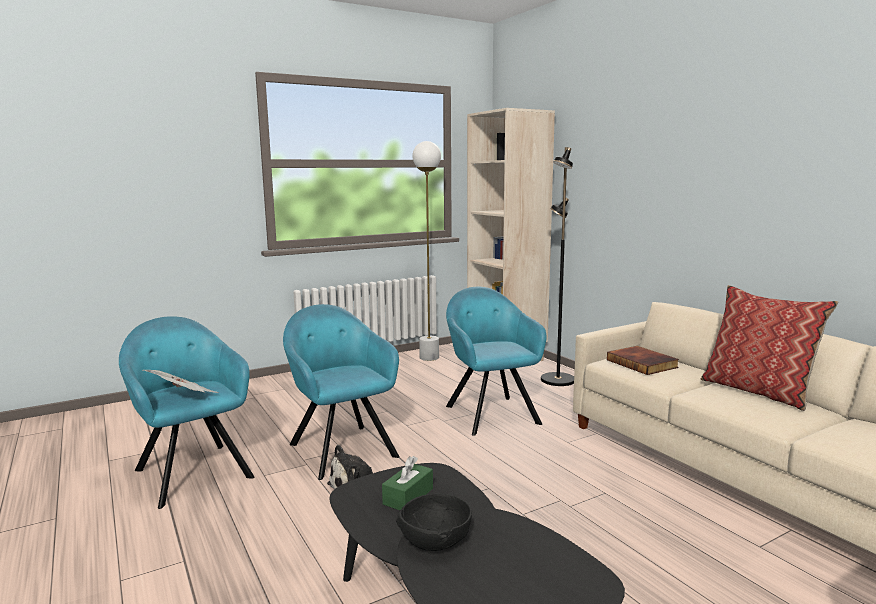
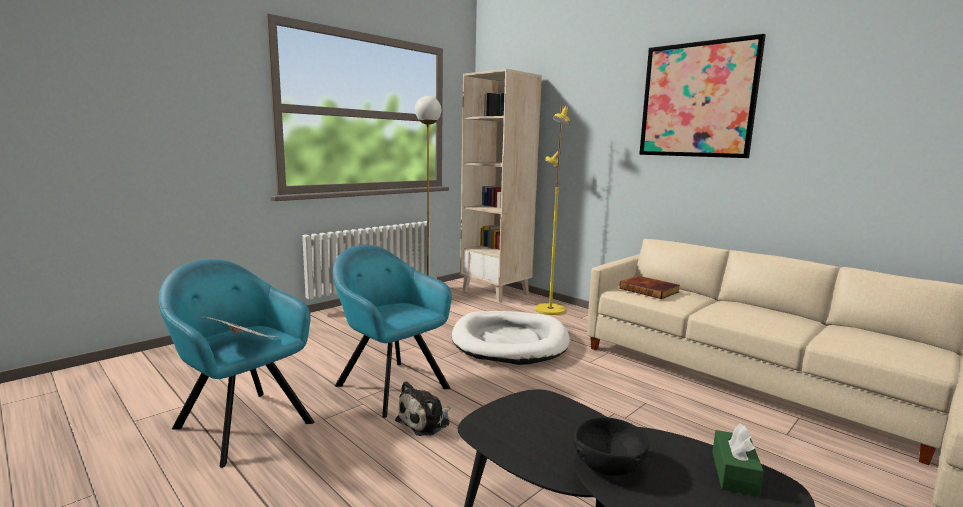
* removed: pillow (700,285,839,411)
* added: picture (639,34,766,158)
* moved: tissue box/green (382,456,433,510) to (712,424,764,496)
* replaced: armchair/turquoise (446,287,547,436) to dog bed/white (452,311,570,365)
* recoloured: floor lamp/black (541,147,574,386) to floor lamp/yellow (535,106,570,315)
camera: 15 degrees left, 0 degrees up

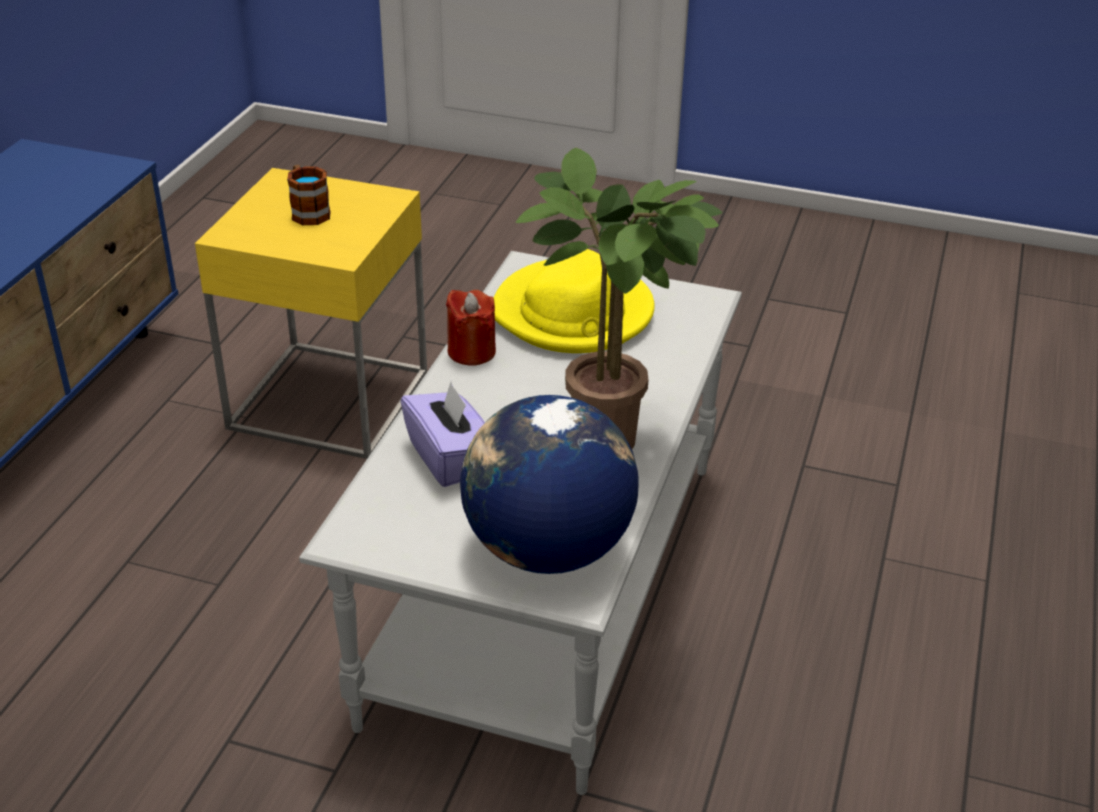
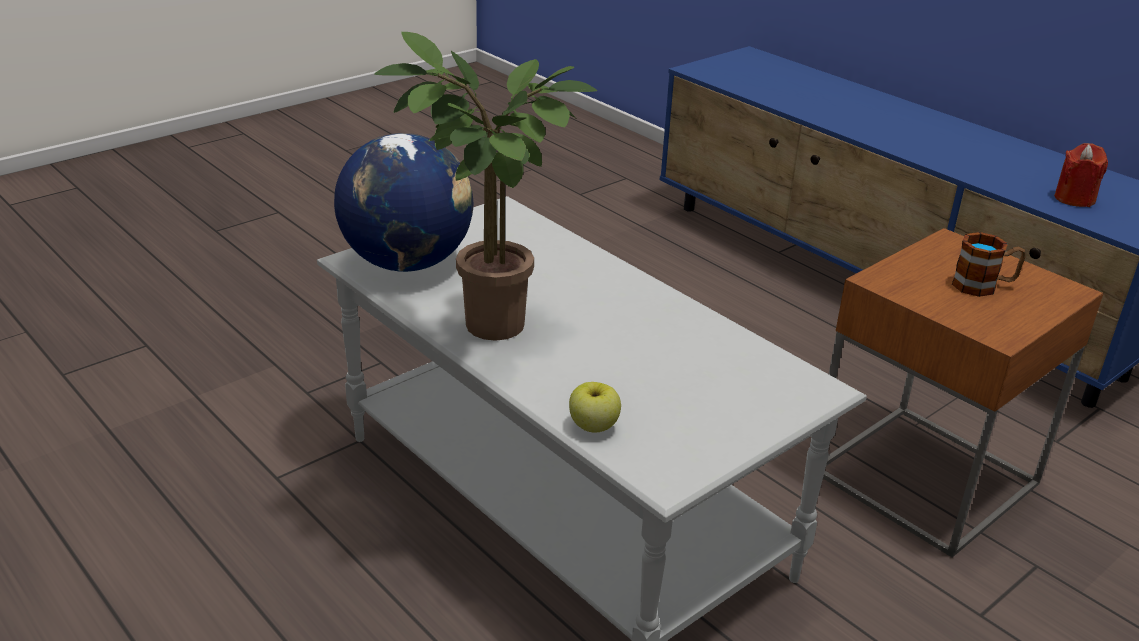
* removed: tissue box/purple (401,382,485,487)
* removed: hat/yellow (493,249,655,353)
* added: apple (569,382,621,433)
* moved: candle/red (446,290,496,365) to (1054,143,1108,207)
* recoloured: side table/yellow (195,168,427,459) to side table/brown (823,228,1103,558)
camera: 120 degrees right, 5 degrees down

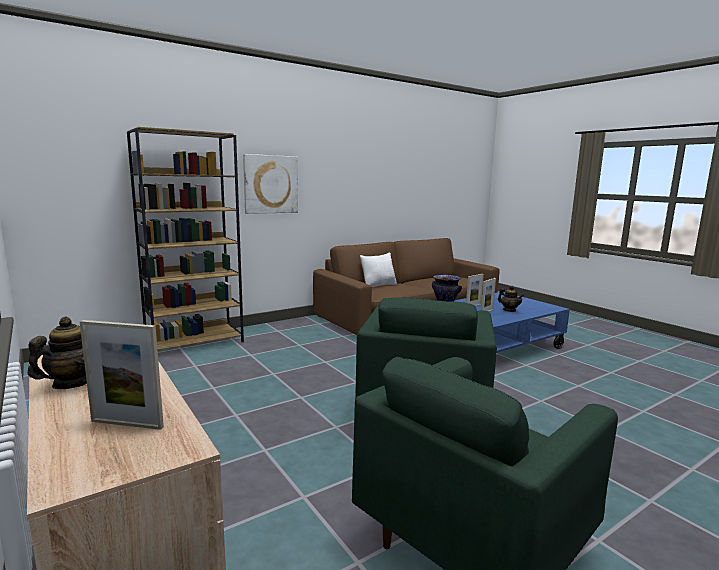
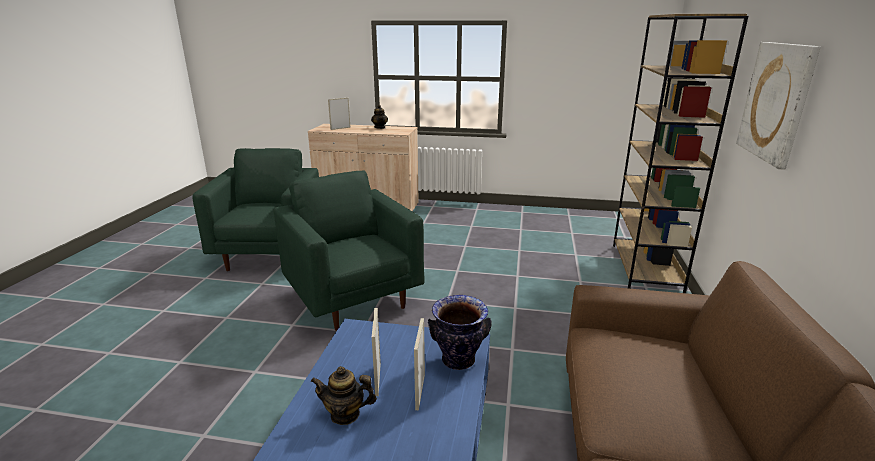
* removed: pillow/white (360,252,397,287)
camera: 135 degrees right, 10 degrees up

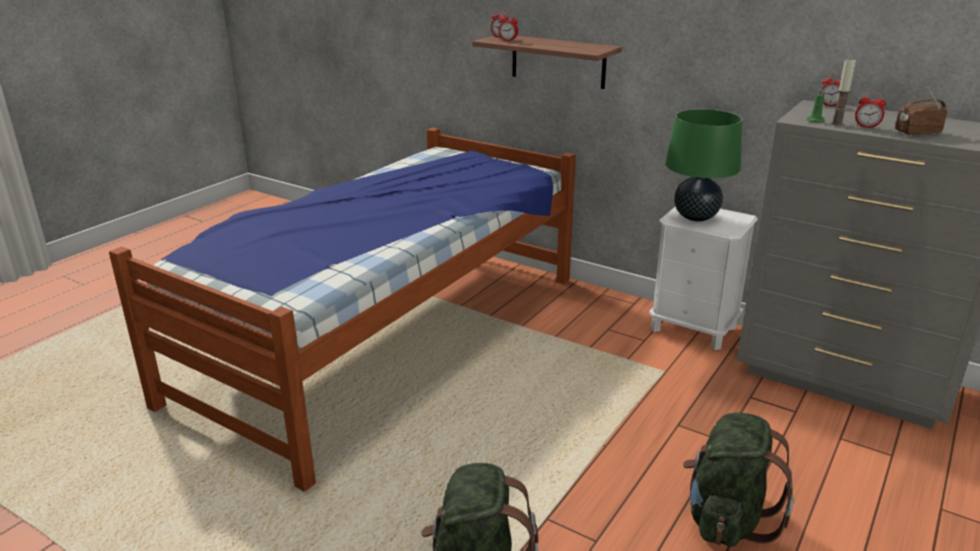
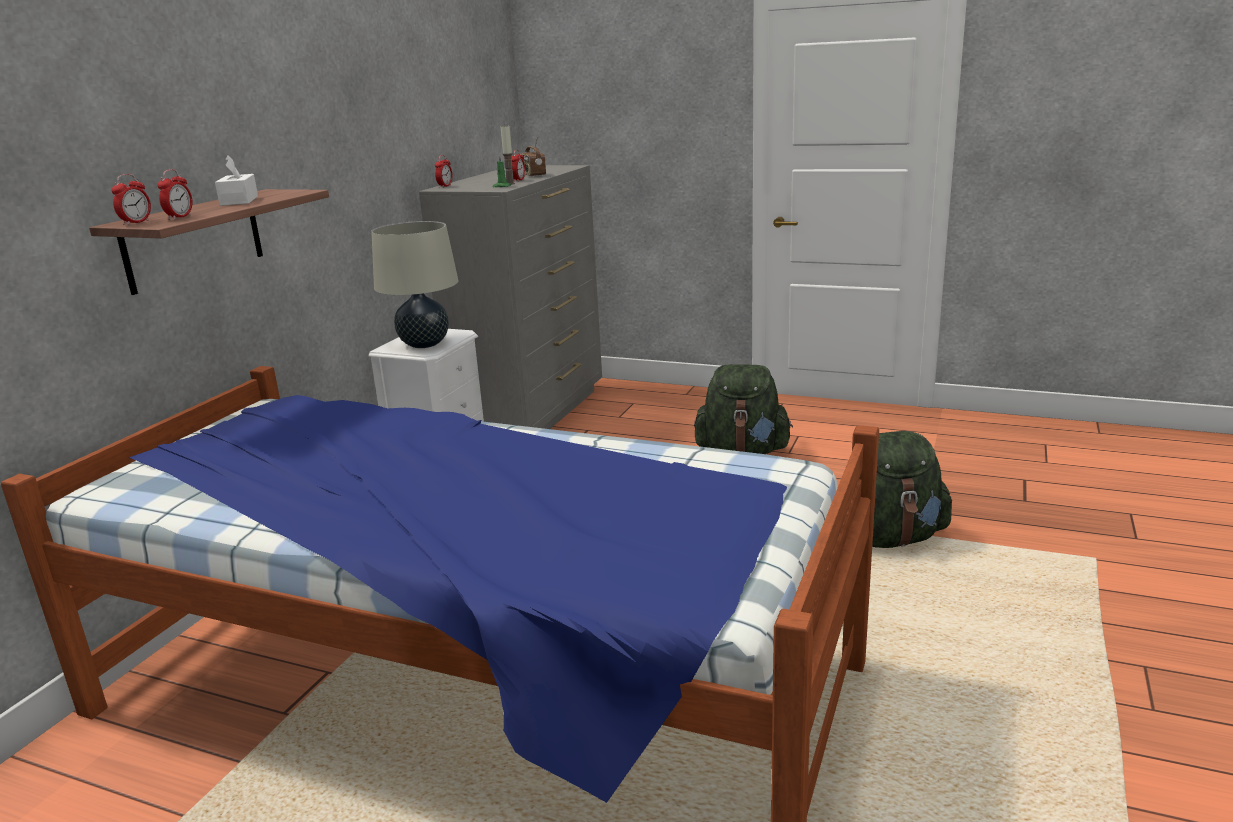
* added: tissue box/white (215,155,258,206)
* recoloured: table lamp/green (665,109,743,221) to table lamp/beige (371,221,458,348)
camera: 100 degrees left, 5 degrees down

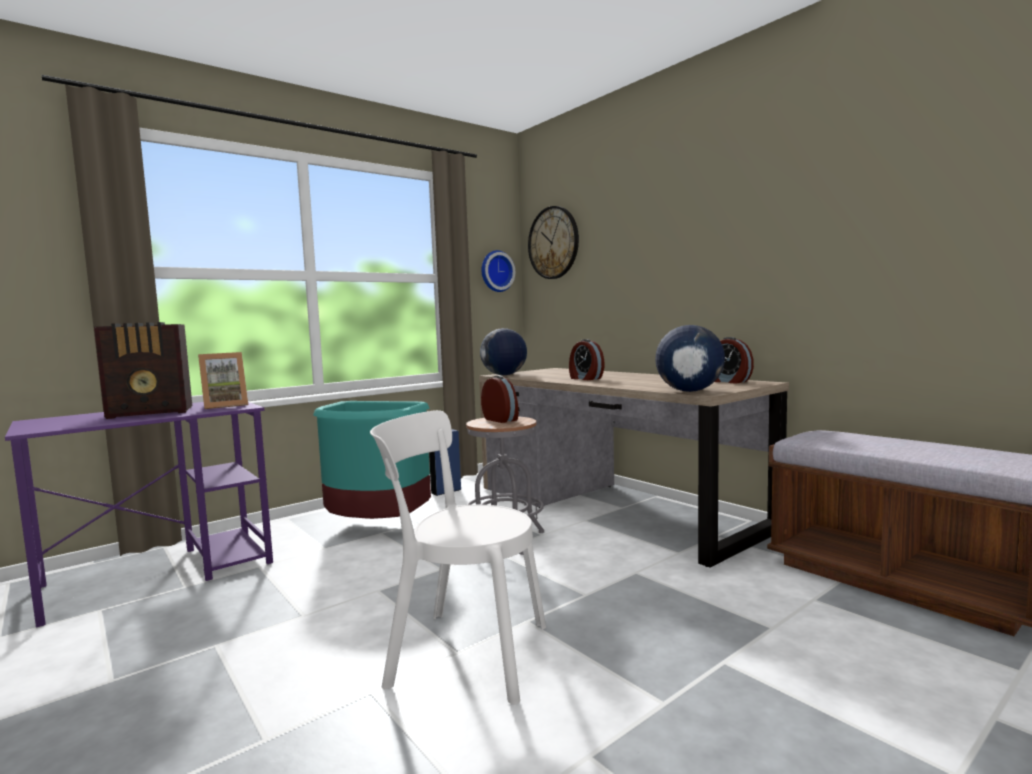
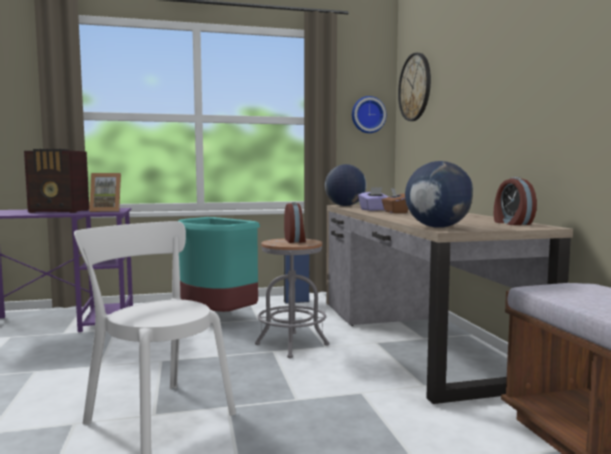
* added: tissue box/purple (358,187,389,211)
* replaced: alarm clock (569,339,605,380) to tissue box/brown (382,188,408,213)
camera: 25 degrees right, 0 degrees up

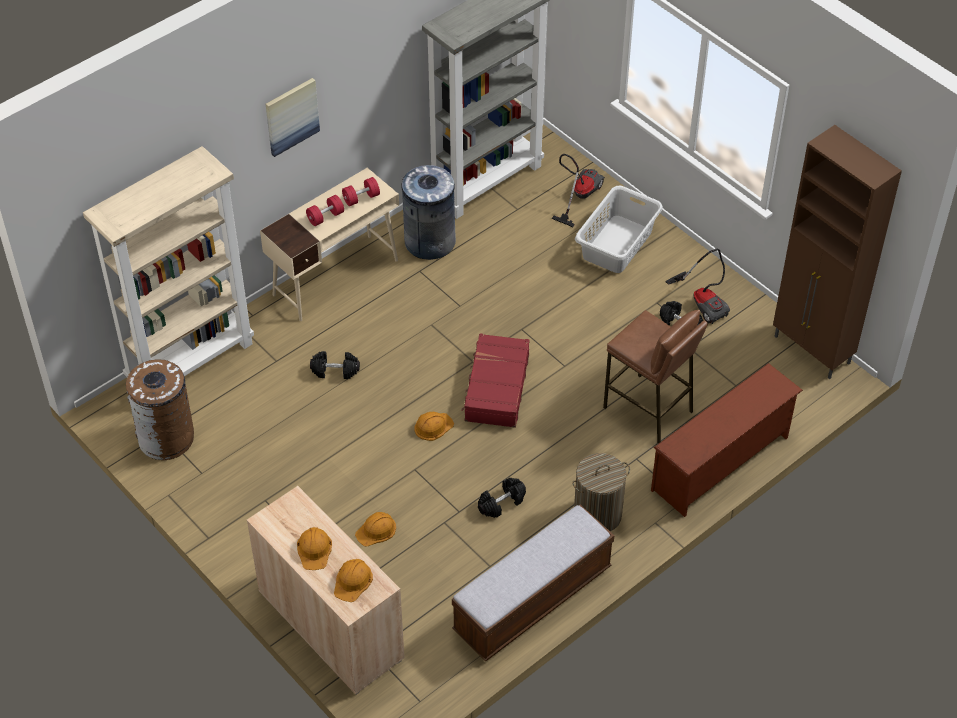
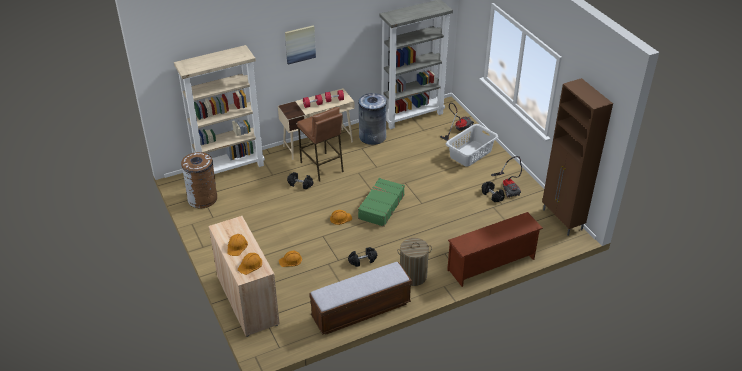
* moved: stool/brown (603,310,708,444) to (297,107,344,182)
* recoloured: suitcase/red (461,334,530,428) to suitcase/green (358,178,405,227)
camera: 15 degrees right, 10 degrees down

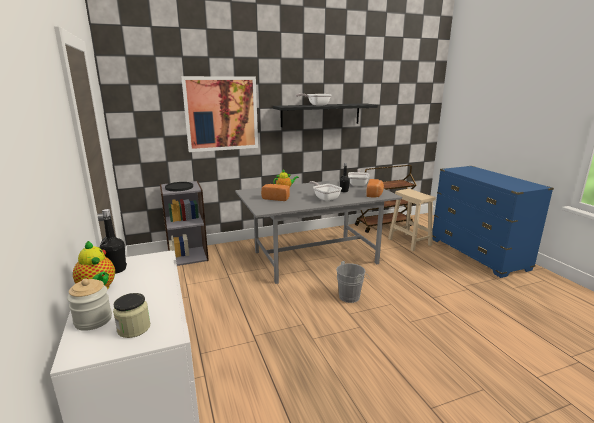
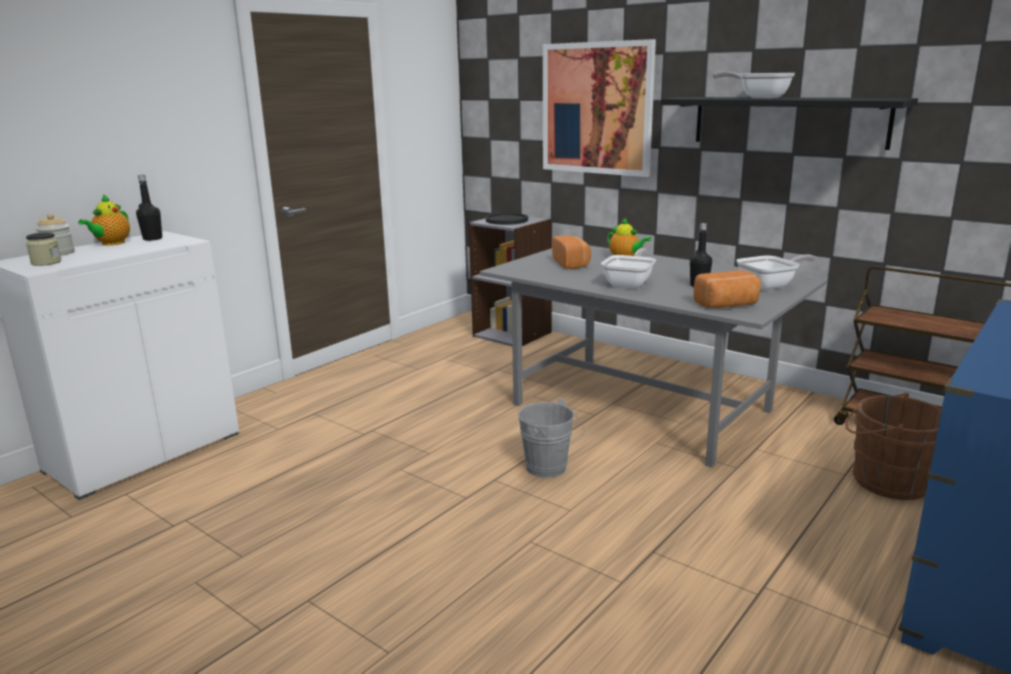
* replaced: stool/beige (388,189,436,251) to bucket/brown (845,393,942,500)
camera: 60 degrees right, 0 degrees up

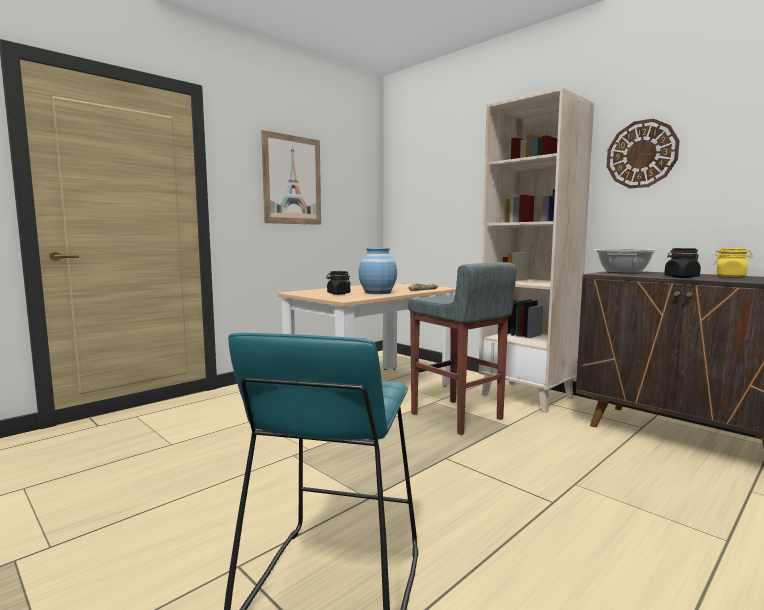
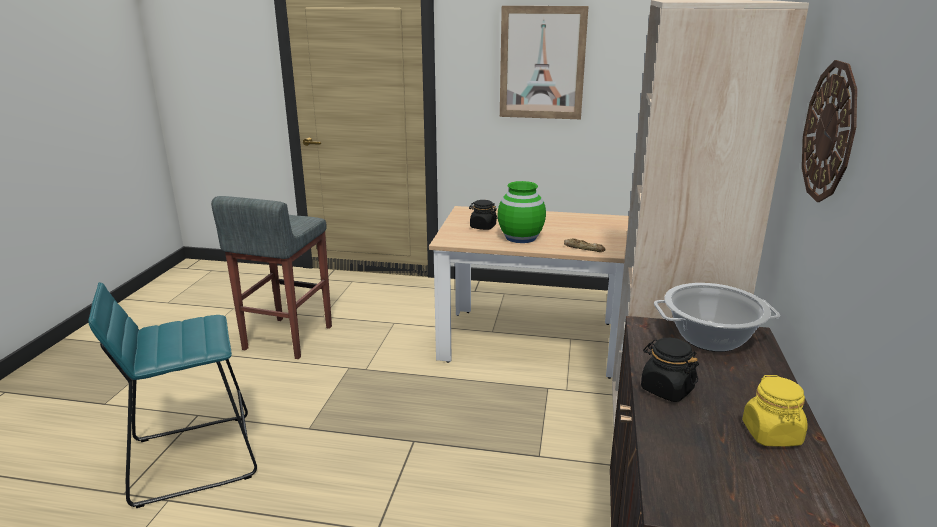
* moved: stool/grey (408,262,517,435) to (211,196,332,359)
* recoloured: vase/blue (359,248,397,294) to vase/green (498,181,546,243)
camera: 55 degrees right, 15 degrees up

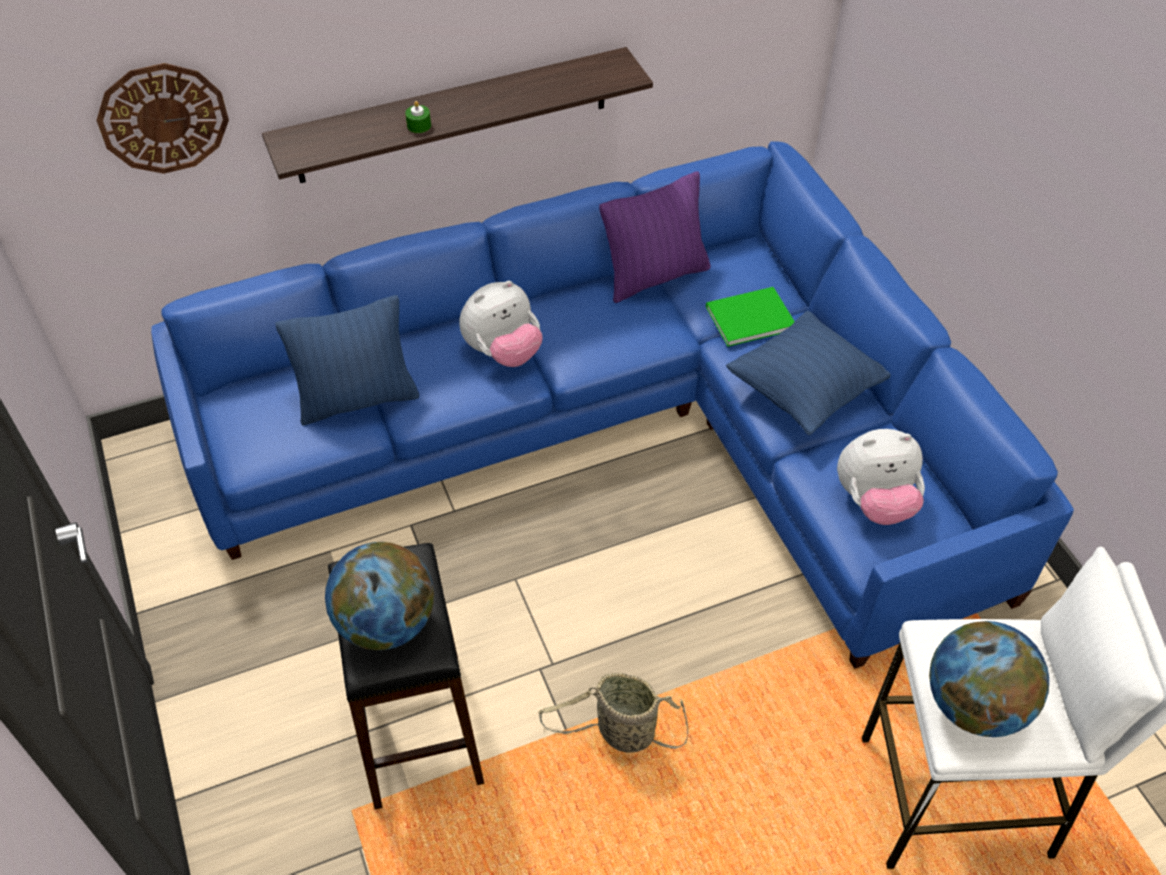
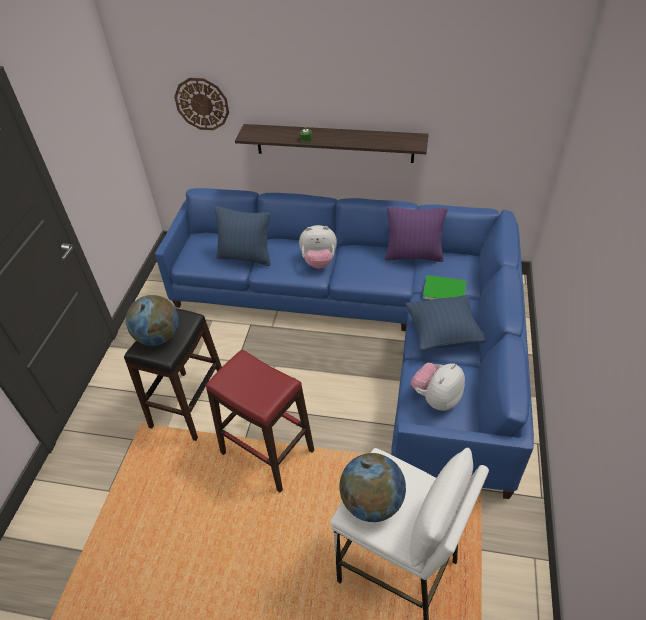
* replaced: basket (539,673,688,753) to stool/red (206,350,314,493)
* turned: plush toy (837,429,925,525) = (411,363,465,411) 105 degrees clockwise
camera: 35 degrees right, 5 degrees down

